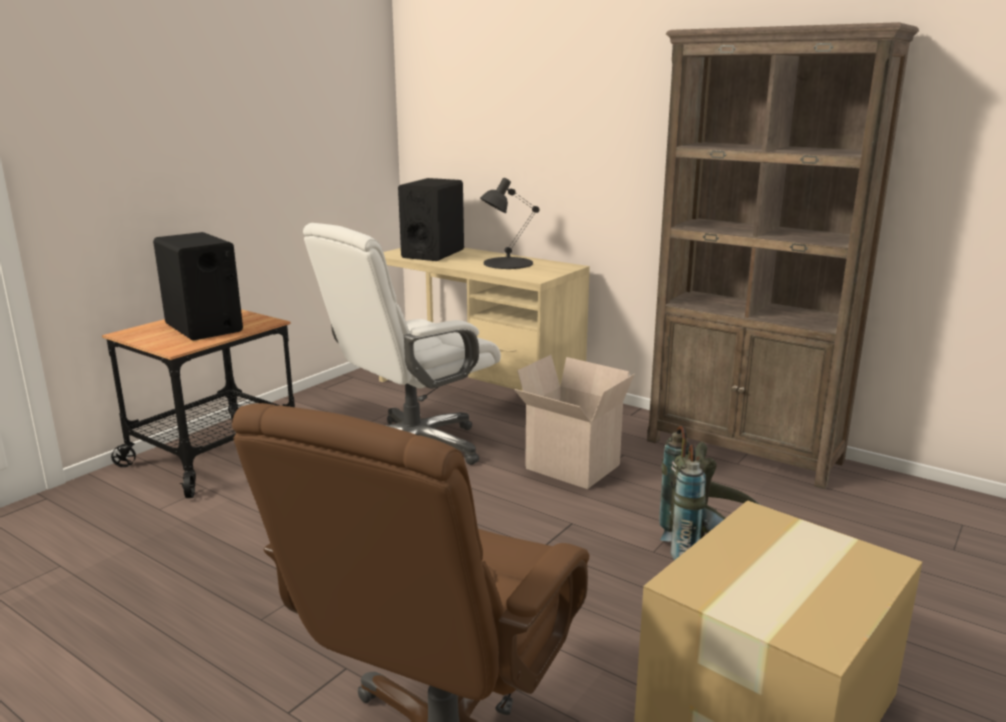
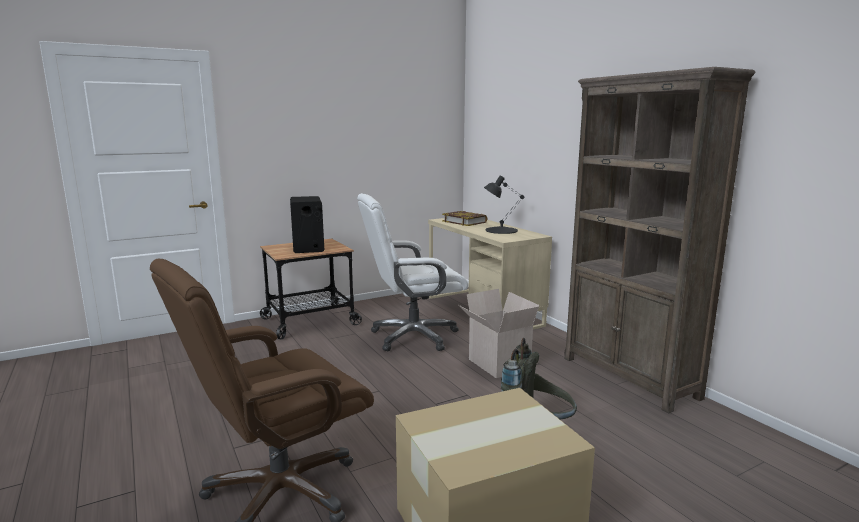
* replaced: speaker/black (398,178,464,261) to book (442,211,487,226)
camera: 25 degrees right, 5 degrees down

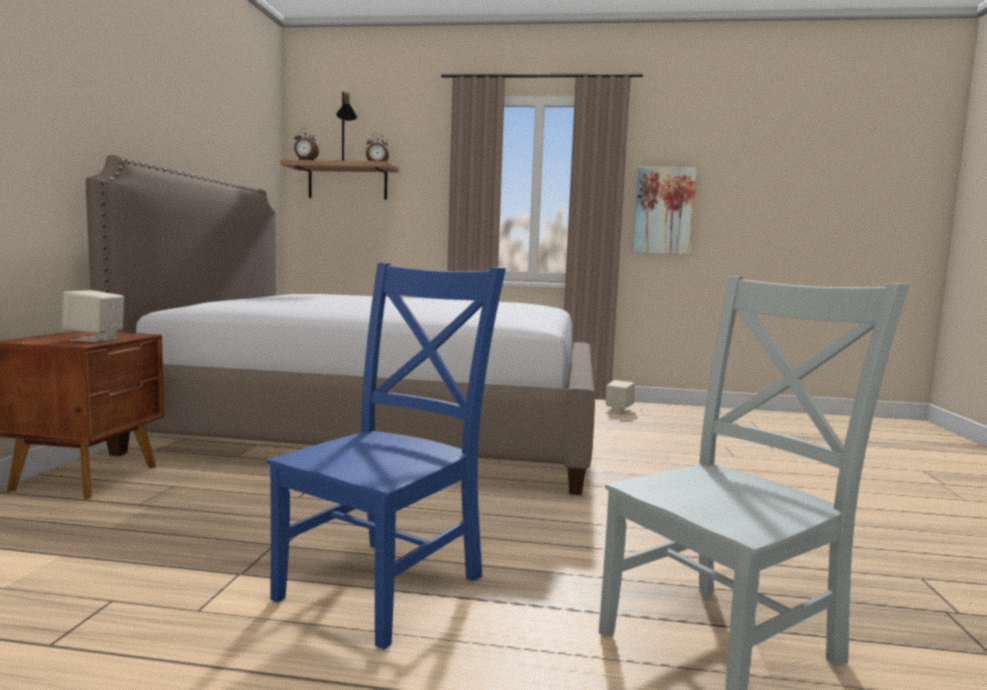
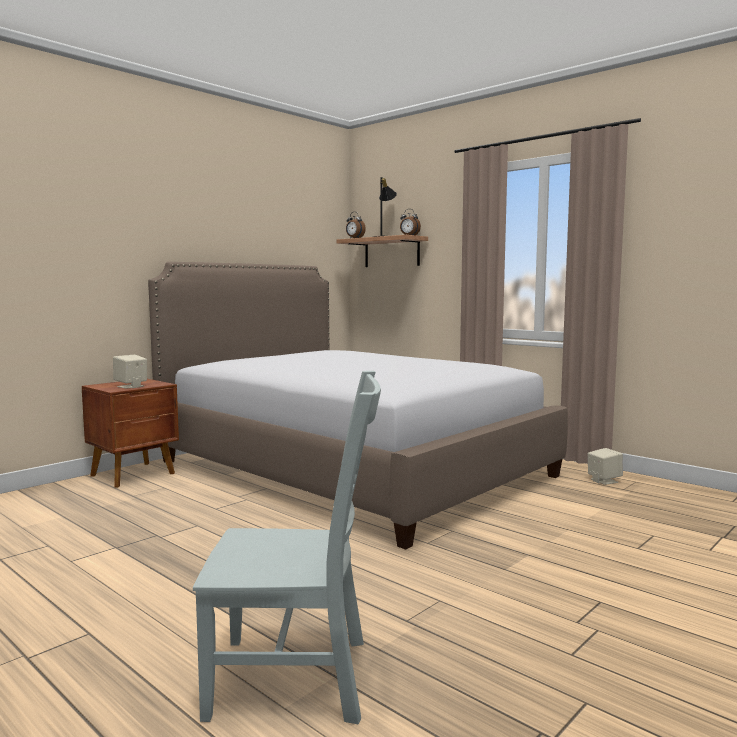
* removed: chair/blue (266,263,506,650)
* removed: picture (633,166,697,255)
camera: 35 degrees right, 0 degrees up

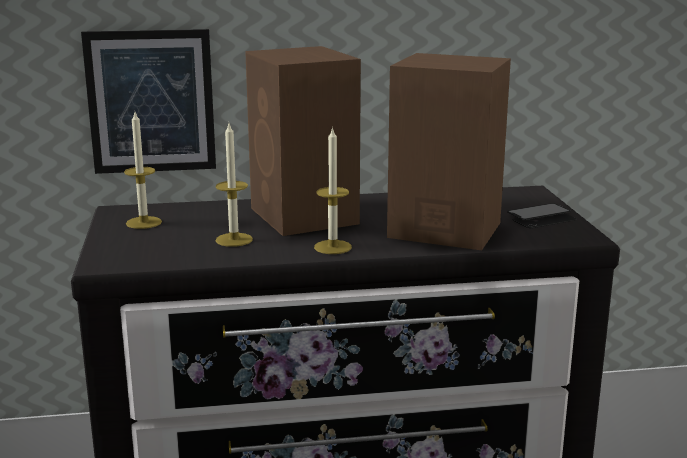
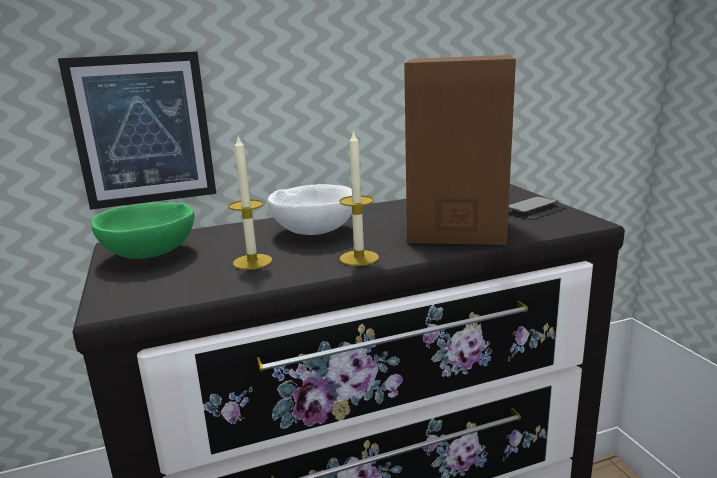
* replaced: candle (124,112,162,229) to bowl/green (91,202,194,259)
* replaced: speaker/brown (245,46,361,236) to bowl/white (268,184,352,235)
camera: 10 degrees left, 0 degrees up

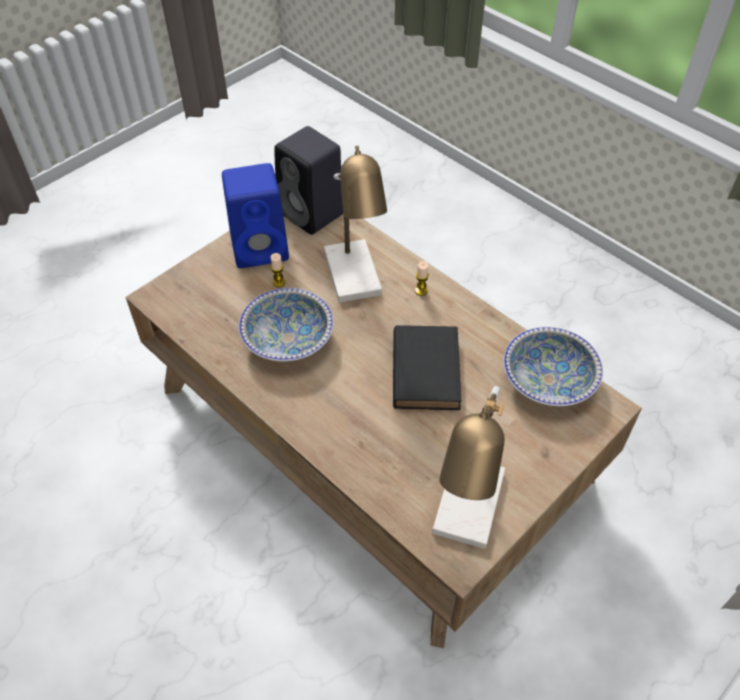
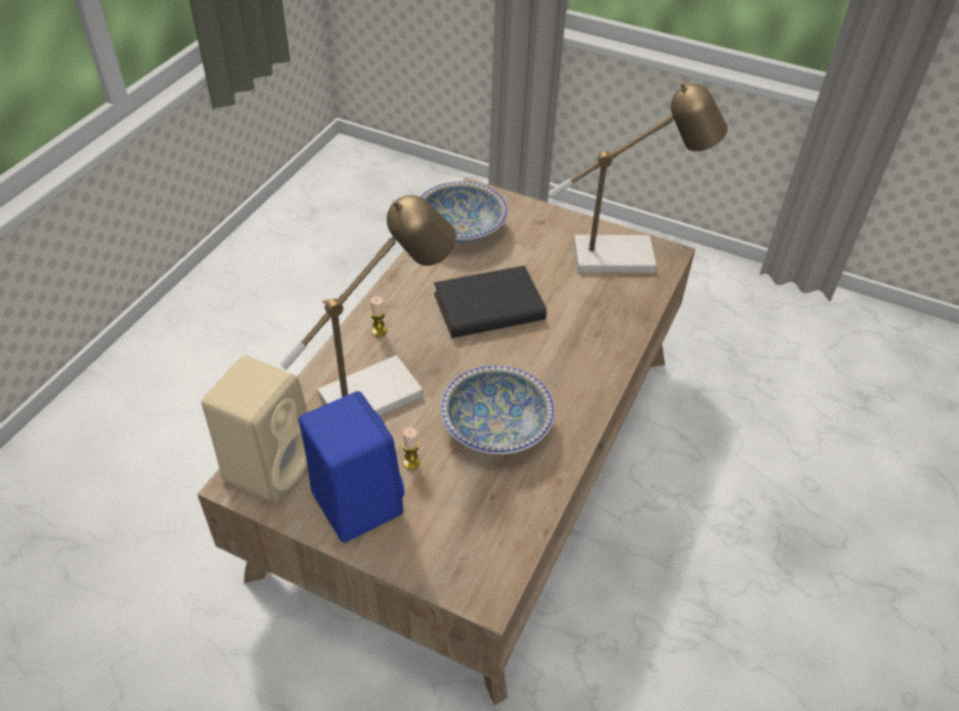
* recoloured: speaker/black (274,126,343,235) to speaker/beige (201,355,308,504)
camera: 110 degrees left, 5 degrees down

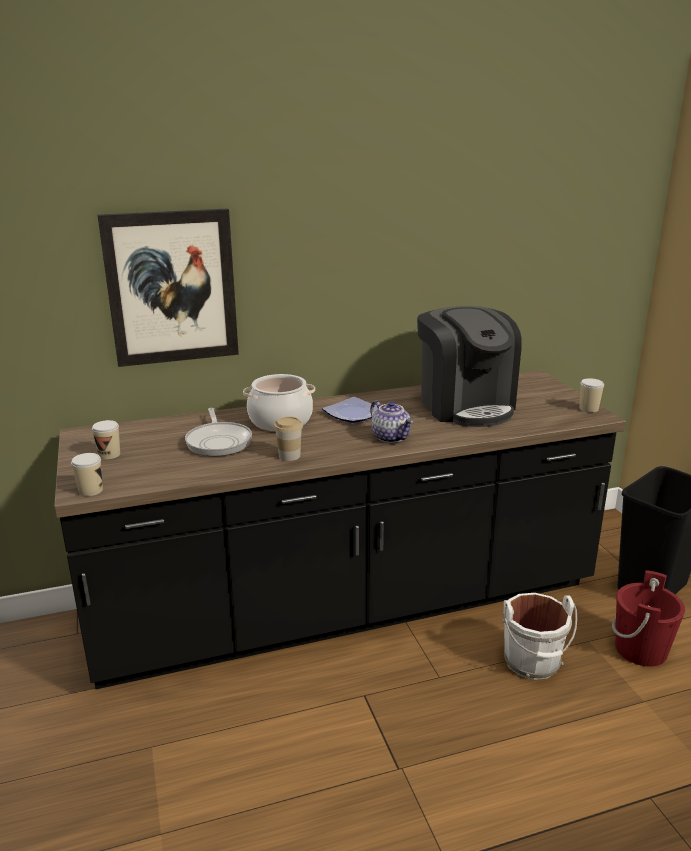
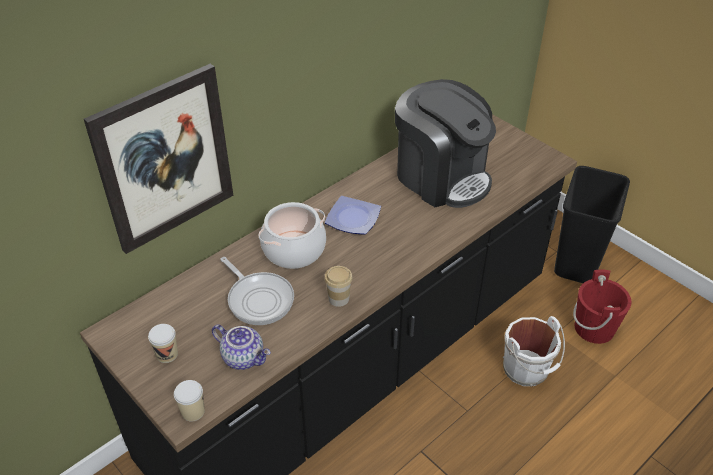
* removed: cup (579,378,604,412)
* moved: teapot (370,401,413,443) to (212,324,271,370)
camera: 25 degrees left, 20 degrees up

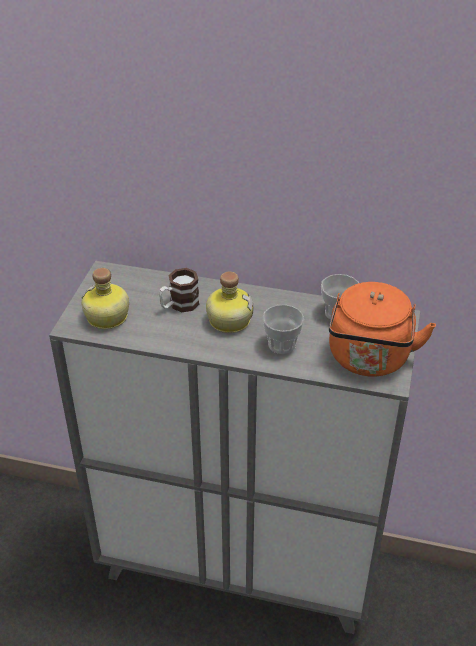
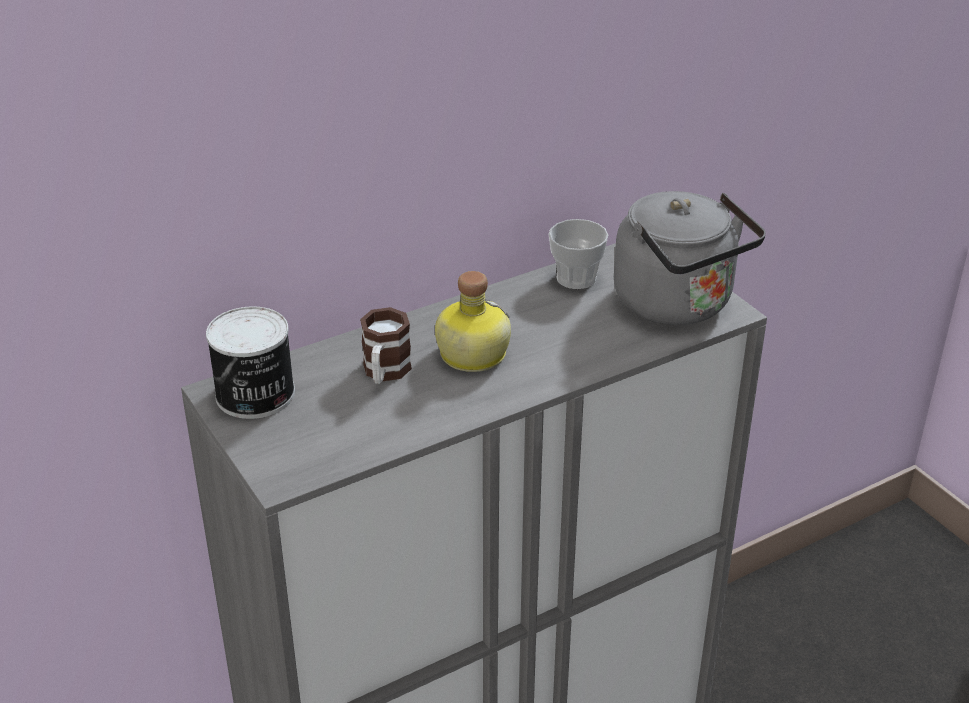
* removed: bottle (82,268,129,329)
* removed: cup (262,304,304,354)
* added: can (206,307,295,419)
* recoloured: kettle/orange (329,282,436,377) to kettle/grey (614,191,766,325)
camera: 45 degrees left, 5 degrees down

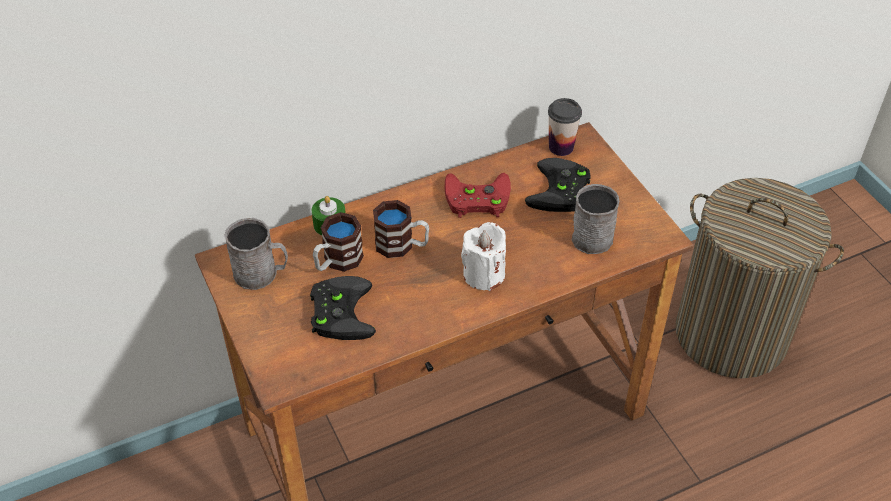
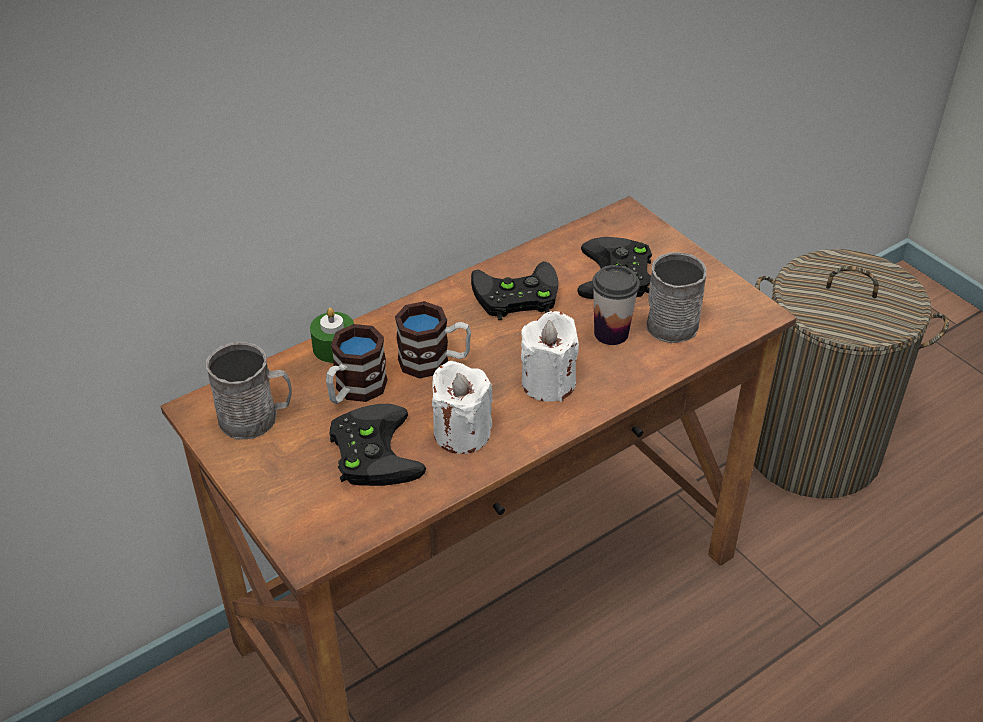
* added: candle/white (432,360,493,454)
* moved: cup (548,98,582,156) to (592,265,640,345)
* recoloured: game controller/red (445,173,511,218) to game controller/black (471,261,558,320)
camera: 10 degrees left, 5 degrees down

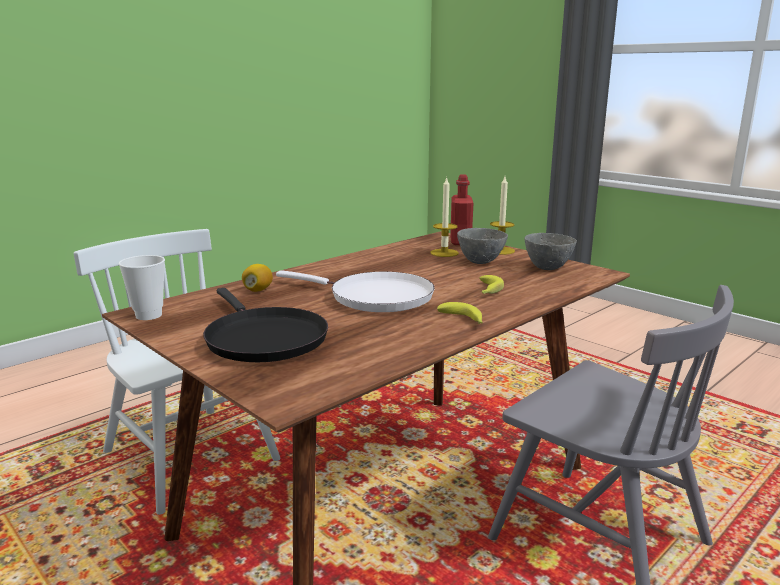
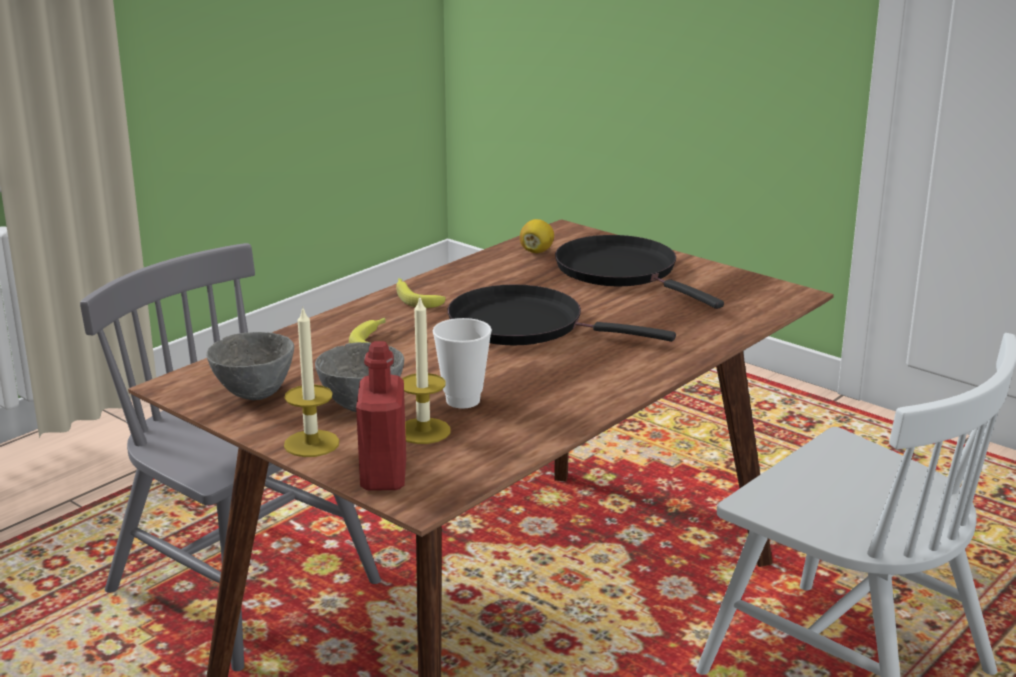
* moved: cup (119,255,165,320) to (432,318,492,409)
* moved: lemon (242,264,273,292) to (520,219,554,253)
* recoloured: frying pan/white (276,270,435,312) to frying pan/black (448,284,676,345)
camera: 175 degrees right, 5 degrees up

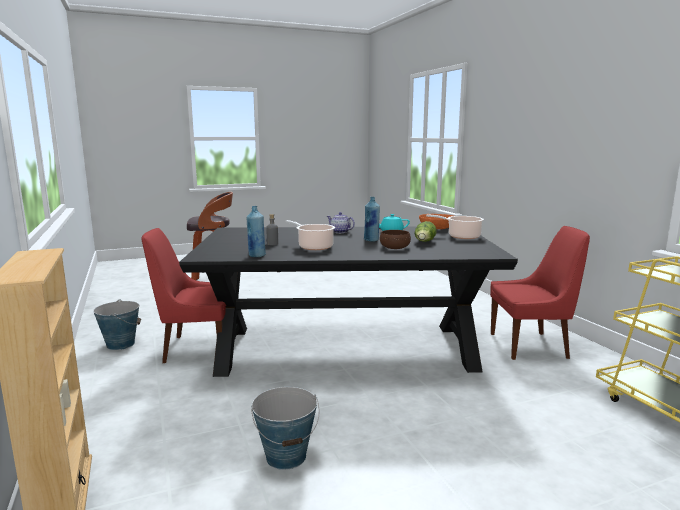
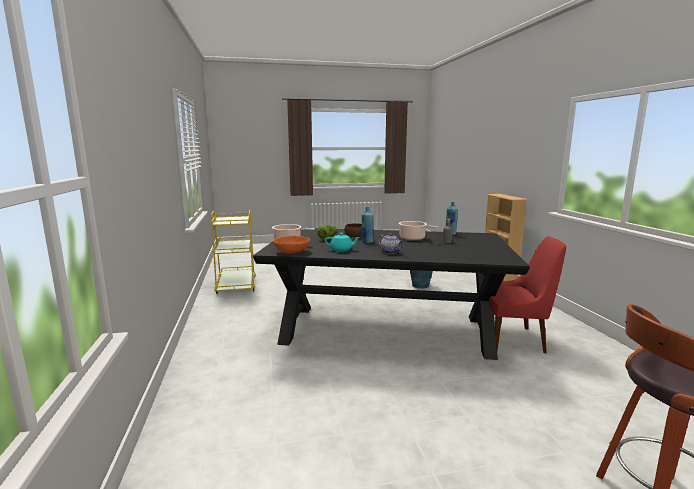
* removed: bucket (93,299,141,350)
* removed: chair/red (490,226,590,360)
camera: 170 degrees left, 0 degrees up

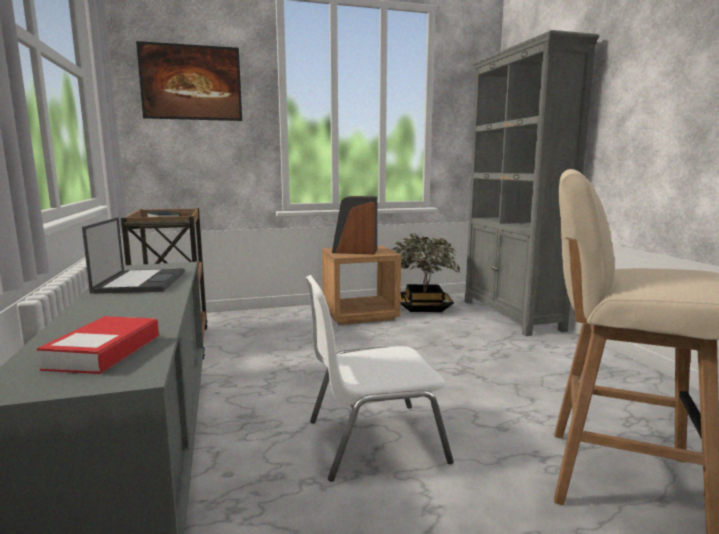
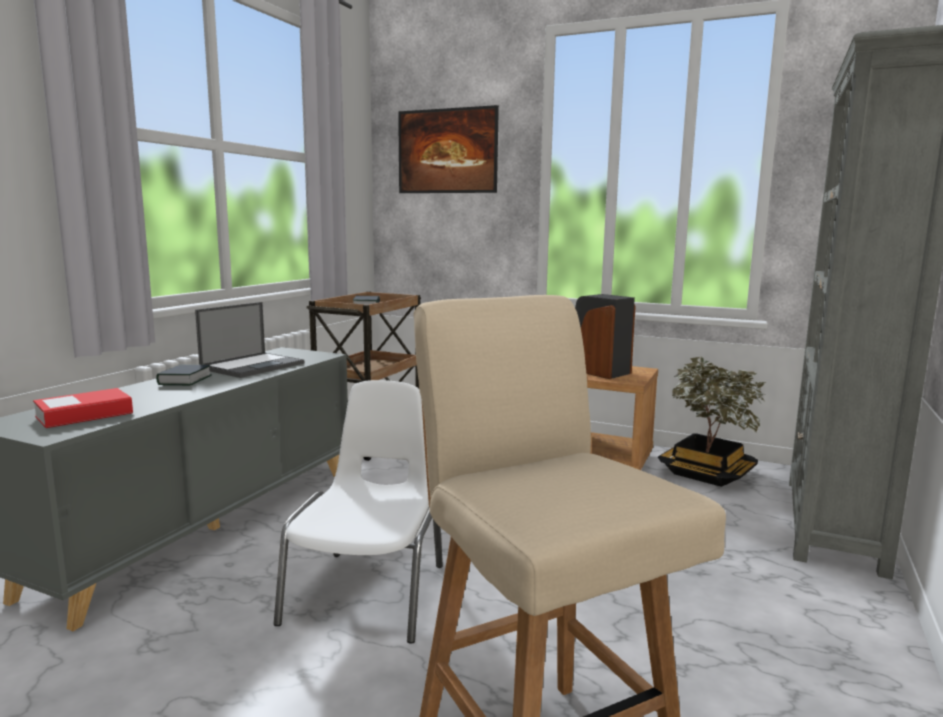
* added: book (156,365,212,385)
* turned: chair/white (305,275,454,482) = (274,380,443,644) 75 degrees clockwise
camera: 40 degrees right, 0 degrees up

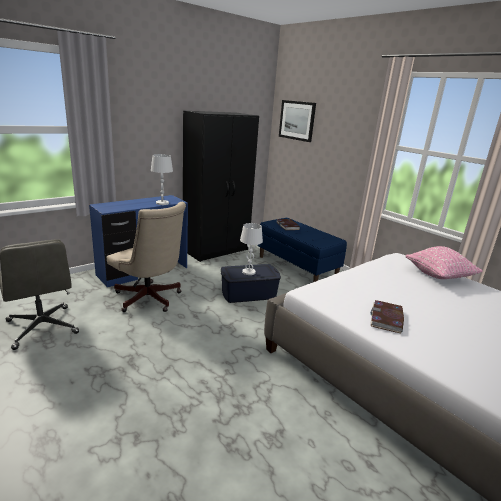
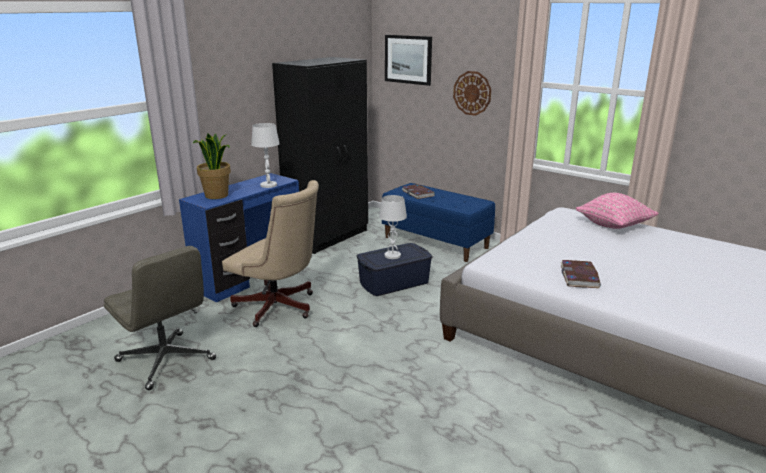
* added: potted plant (193,133,231,199)
* added: wall clock (453,71,491,116)
camera: 10 degrees left, 0 degrees up

